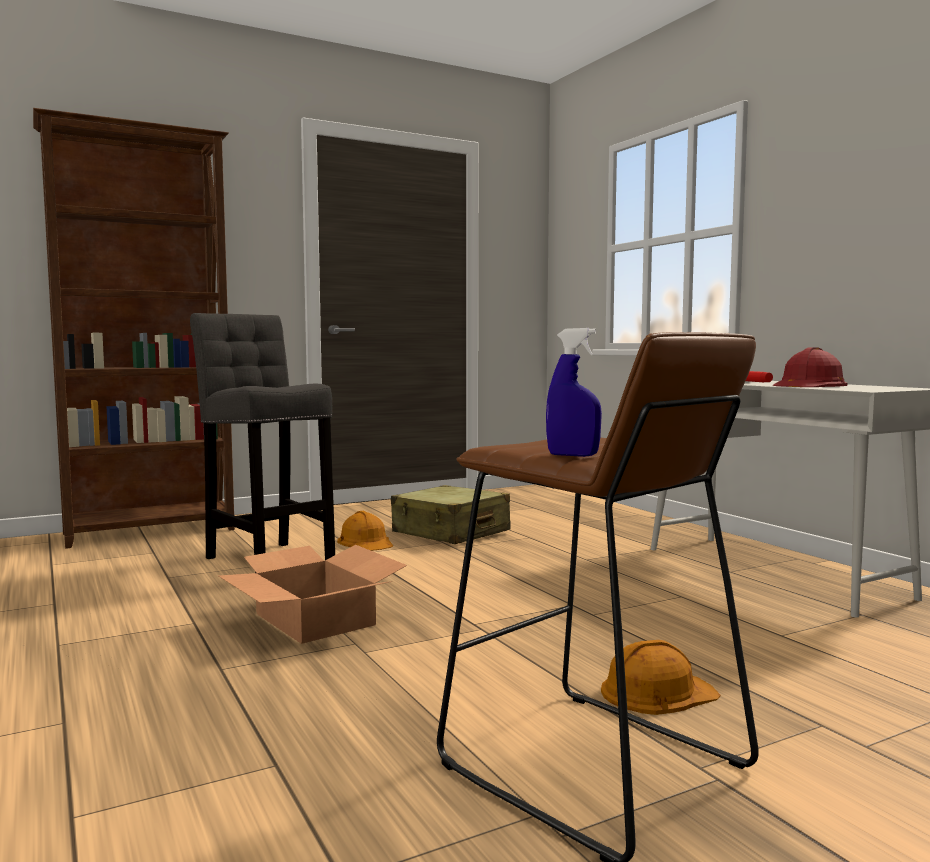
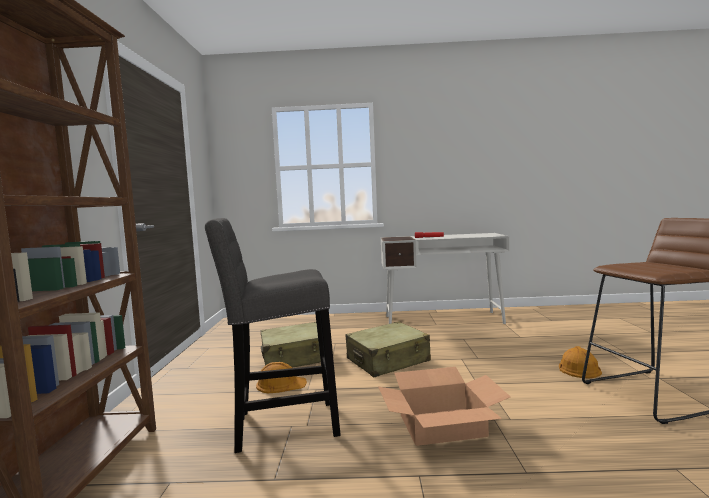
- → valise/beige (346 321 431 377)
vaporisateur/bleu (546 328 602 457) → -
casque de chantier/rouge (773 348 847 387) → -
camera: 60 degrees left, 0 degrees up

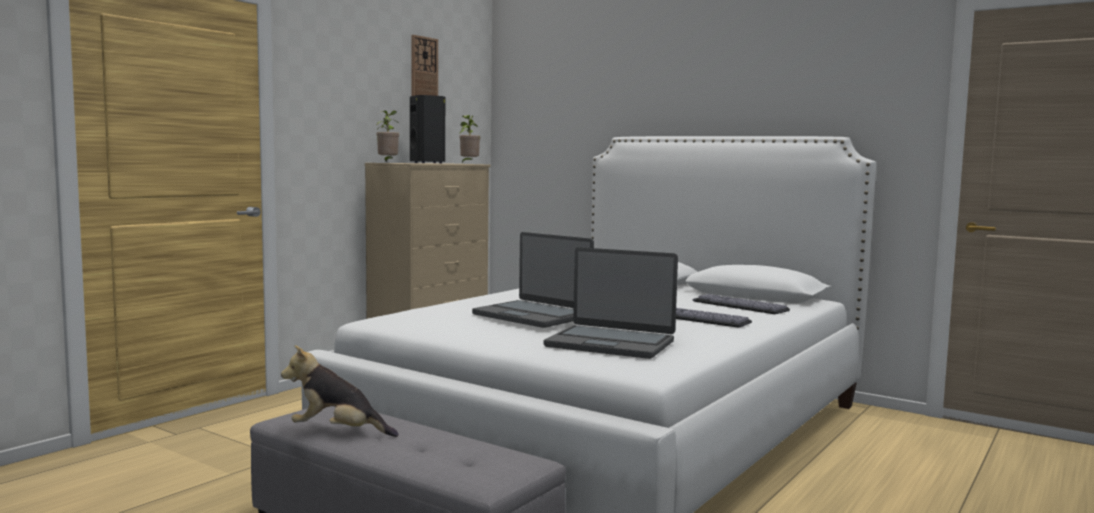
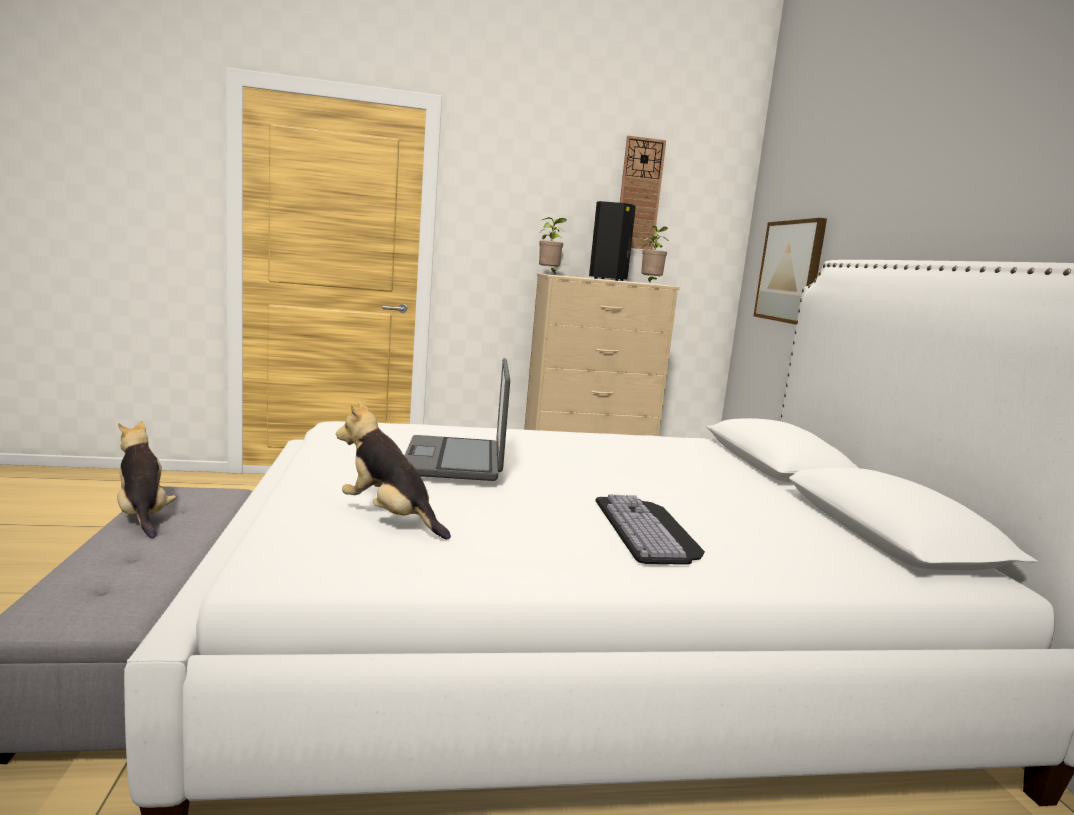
ordinateur portable (544 247 678 359) → peluche (336 401 451 539)
- → tableau (754 218 827 325)
clavier (693 294 790 314) → -
camera: 45 degrees right, 5 degrees up

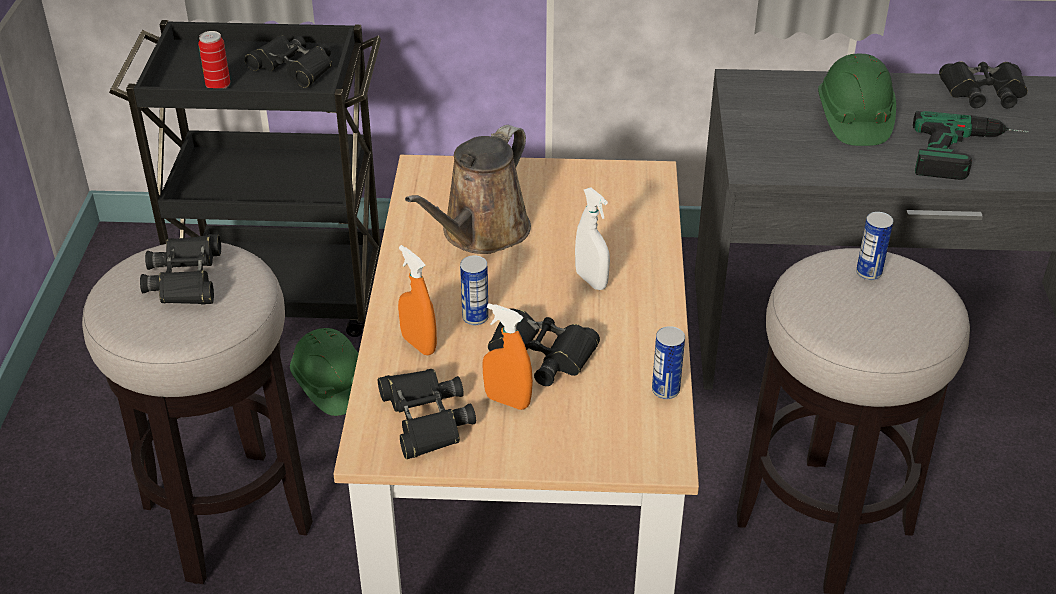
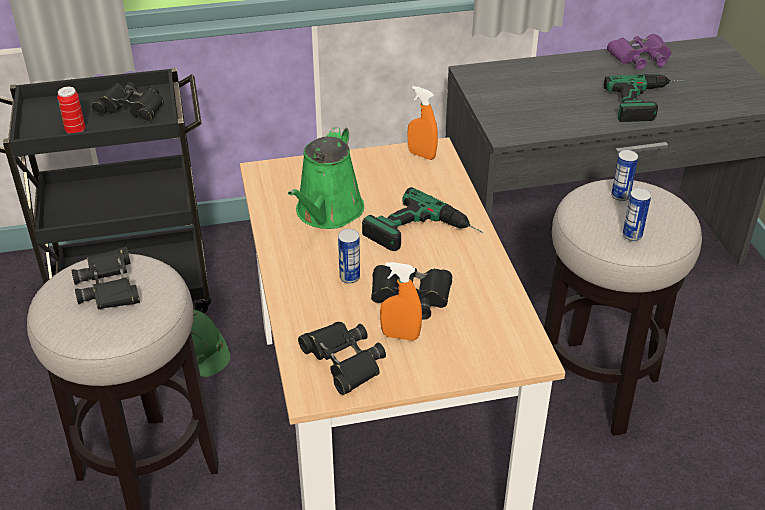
arrosoir/marron (405 125 531 254) → arrosoir/vert (288 126 364 229)
vaporisateur/blanc (575 188 610 290) → perceuse (362 187 483 251)
vaporisateur/orange (398 245 437 355) → vaporisateur/orange (408 86 438 160), move
jumelles/noir (939 61 1028 108) → jumelles/violet (607 34 672 70)
boîte métallique (652 326 685 399) → boîte métallique (623 188 651 241), move
casque de chantier/vert (818 53 896 146) → -
camera: 15 degrees left, 0 degrees up

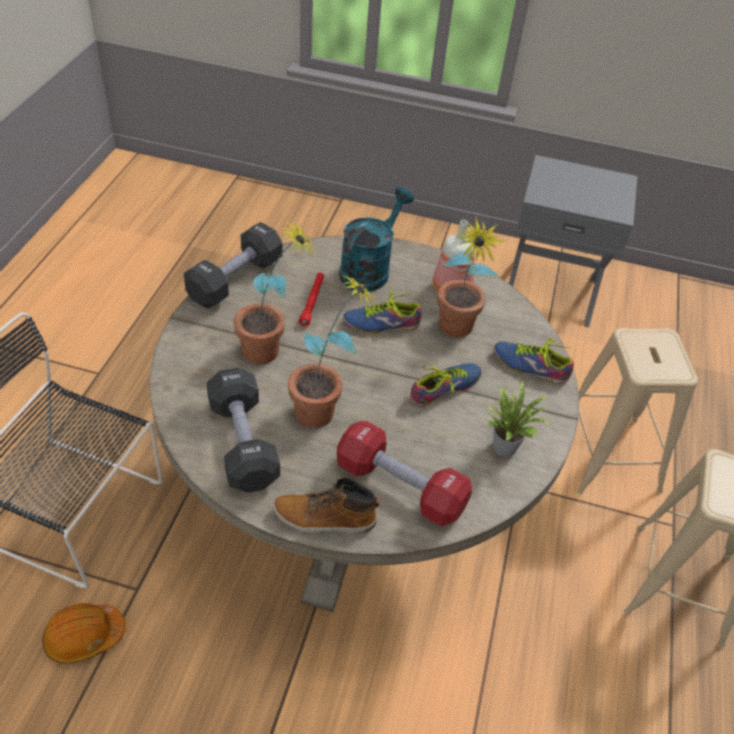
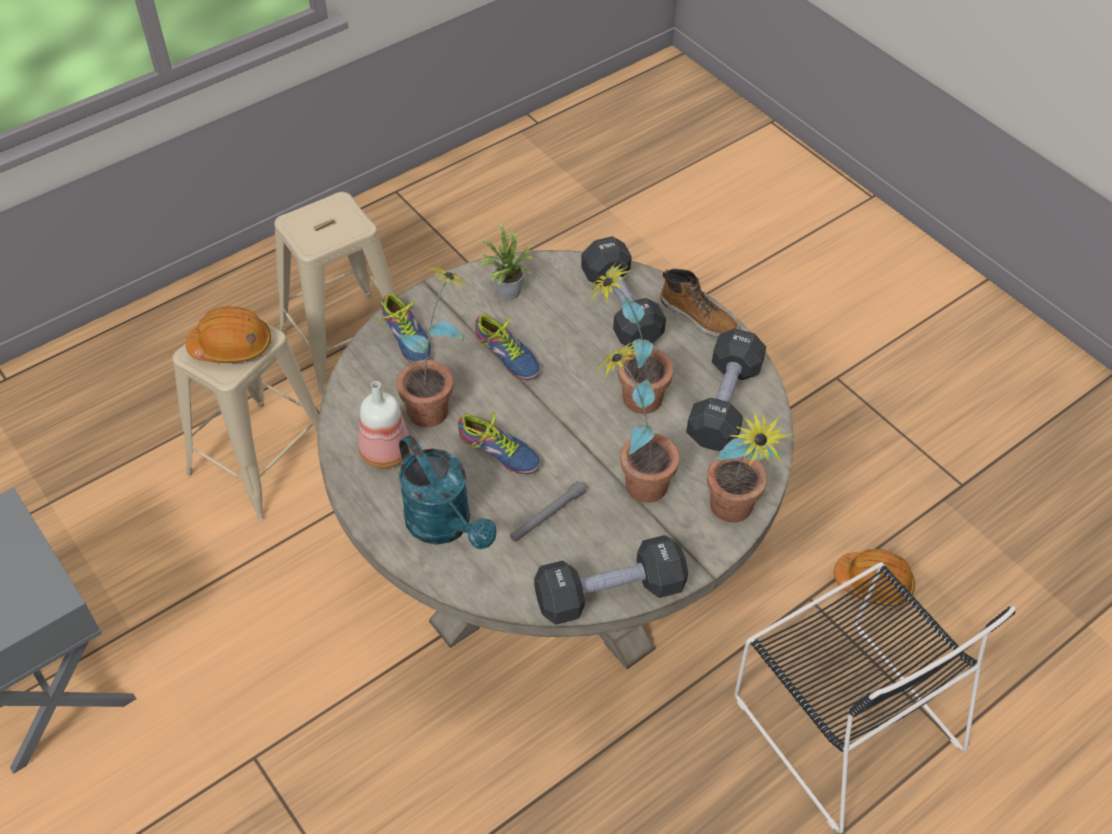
- → casque de chantier/orange (186 306 271 363)
arrosoir/turquoise (339 187 414 292) → arrosoir/turquoise (399 435 497 549), 105 degrees counterclockwise
chaussure (410 363 482 407) → chaussure (474 314 540 380), 135 degrees counterclockwise
lampe de poche/rouge (299 273 324 326) → lampe de poche/gris (510 481 586 542)
haltère/rouge (337 421 472 526) → haltère/noir (581 236 666 349)
- → plante en pot (707 408 793 523)
camera: 140 degrees left, 5 degrees up

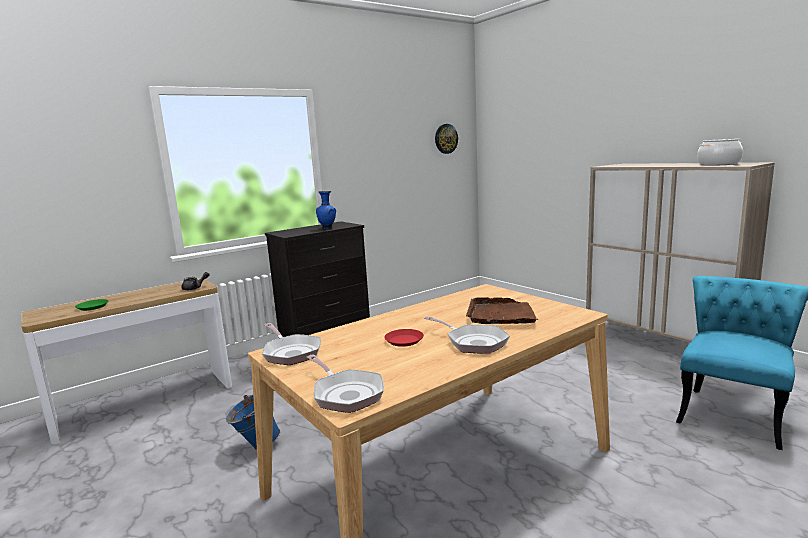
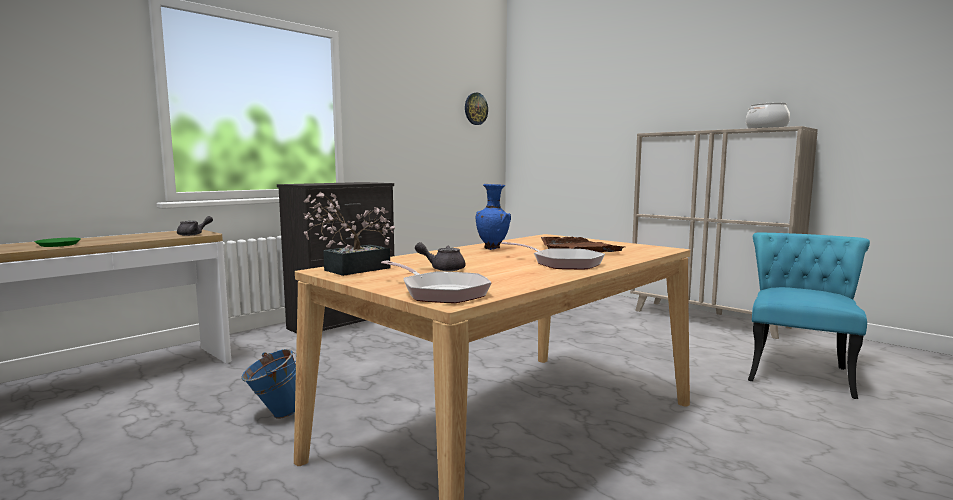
poêle (262 323 321 365) → plante en pot (303 192 395 276)
- → théière/gris (415 242 465 271)
vase/bleu (316 191 336 229) → vase/bleu (476 184 511 250), move
assiette/rouge (384 329 424 347) → -
camera: 10 degrees left, 5 degrees down

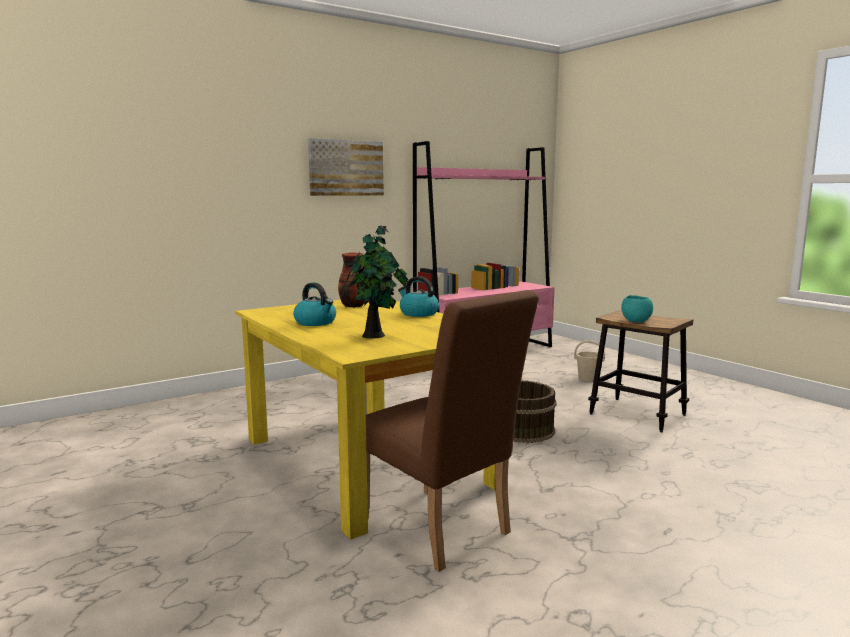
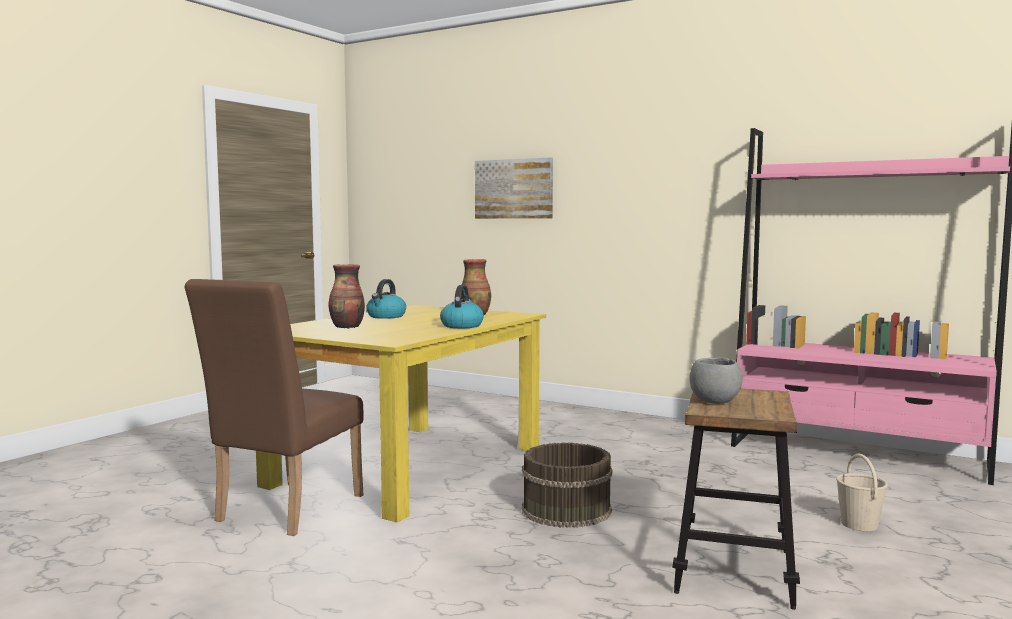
plante en pot (347 225 408 338) → vase (328 264 365 329)
tableau (308 138 384 196) → tableau (475 157 553 219), move
bol/turquoise (621 295 653 322) → bol/gris (689 358 743 404)
camera: 65 degrees right, 5 degrees down

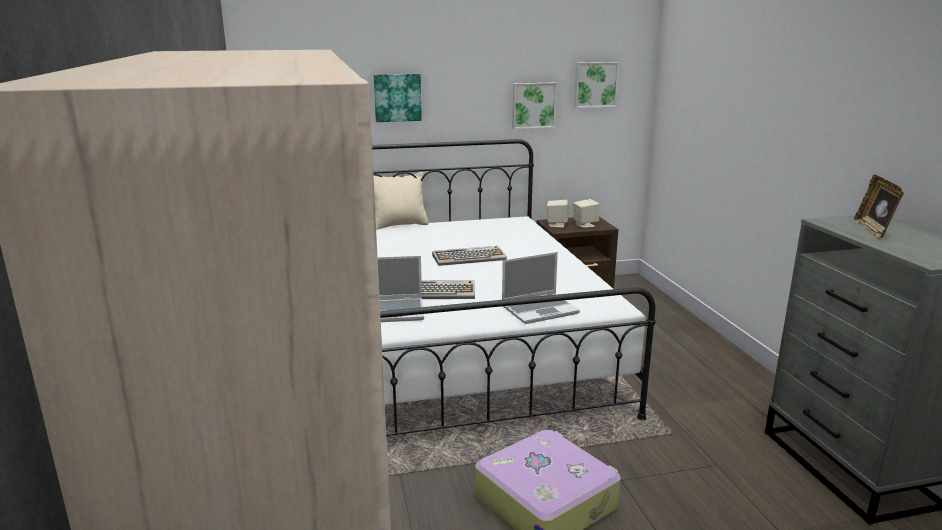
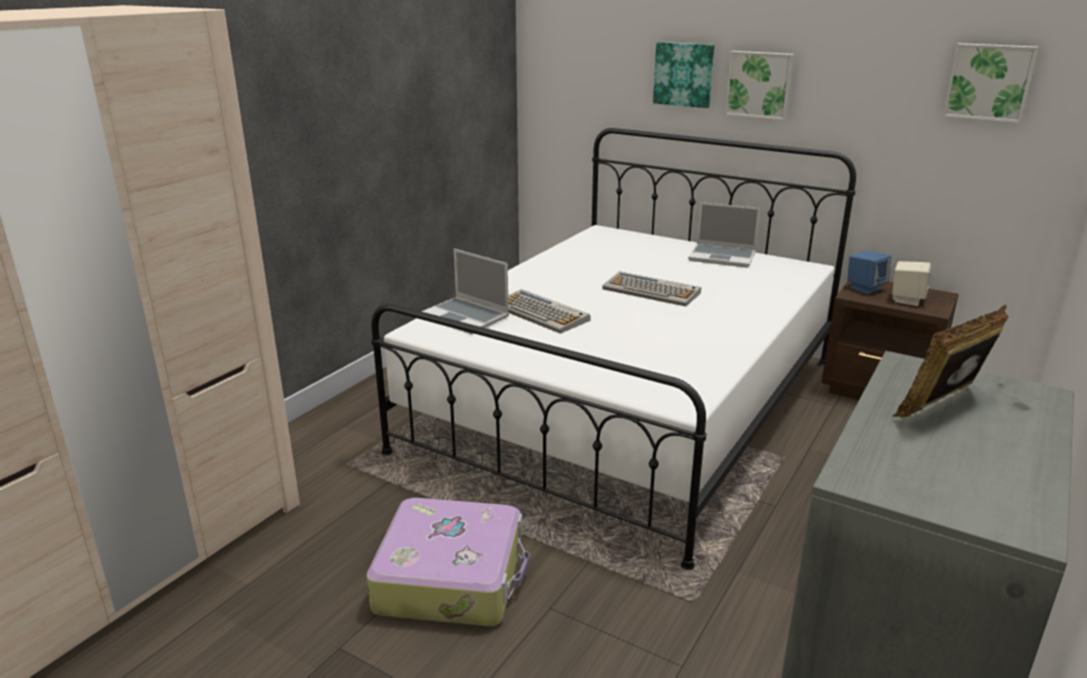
ordinateur portable (502 252 580 324) → ordinateur portable (688 202 760 267), move
tableau (512 83 557 129) → tableau (725 51 794 120), move
enceinte/beige (547 200 569 228) → enceinte/bleu (847 251 892 294)
coussin/beige (374 172 429 229) → -
camera: 45 degrees right, 5 degrees up

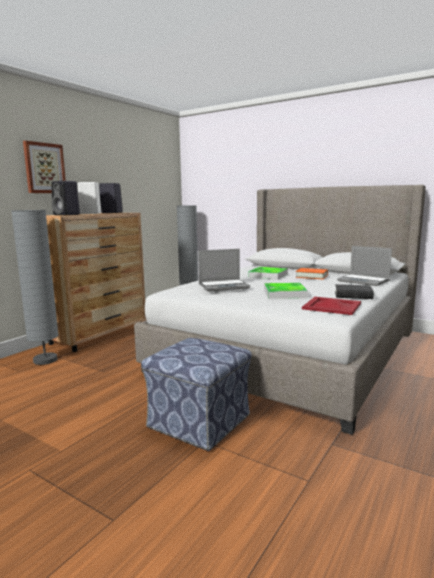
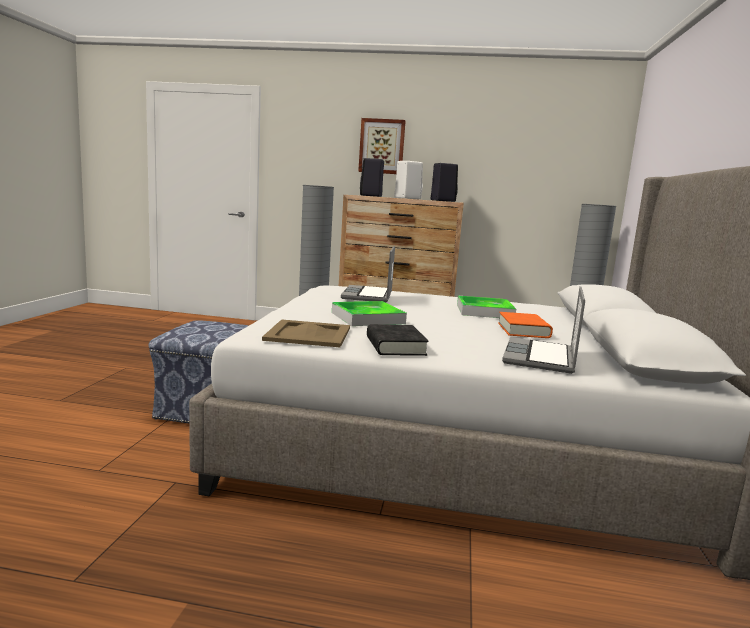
plateau/rouge (302 297 361 315) → plateau/beige (262 319 350 347)
ordinateur portable (198 249 250 291) → ordinateur portable (341 246 395 303), 45 degrees clockwise
camera: 65 degrees right, 0 degrees up

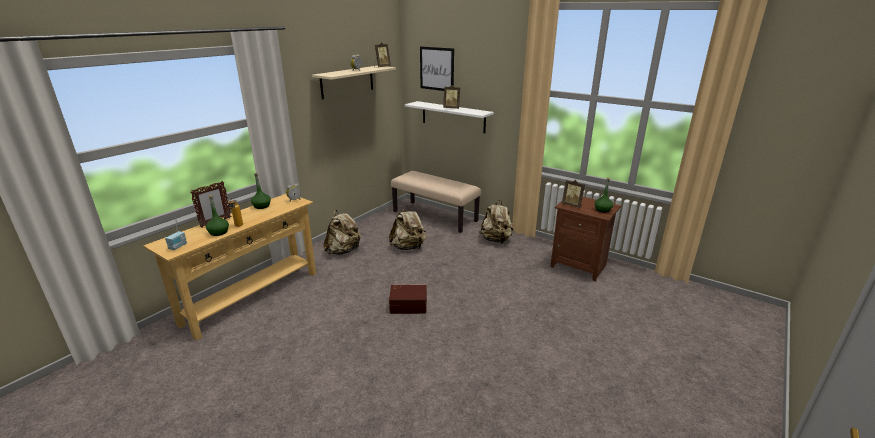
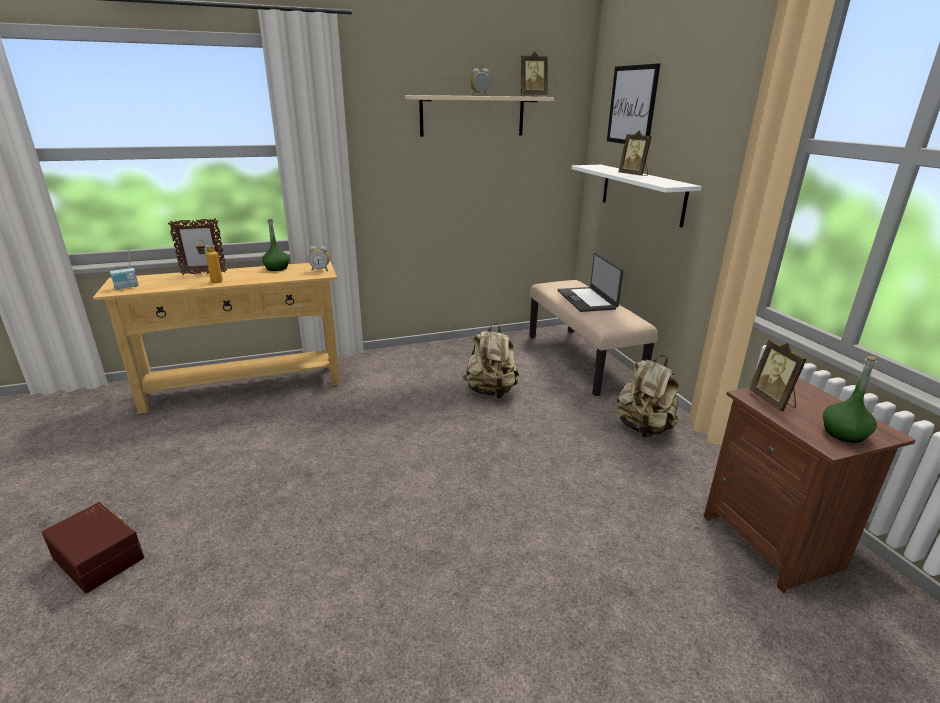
boîte de rangement/marron (389 285 427 314) → boîte de rangement/marron (42 502 144 593), move
- → ordinateur portable (558 253 623 312)
bouteille/vert (206 195 229 236) → -
sac à dos/beige (323 210 361 255) → -
camera: 35 degrees right, 0 degrees up

